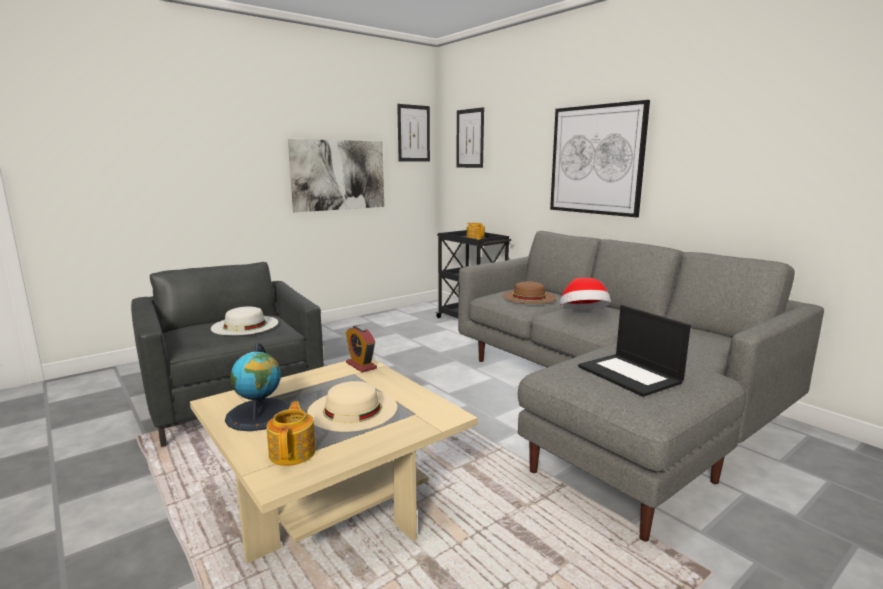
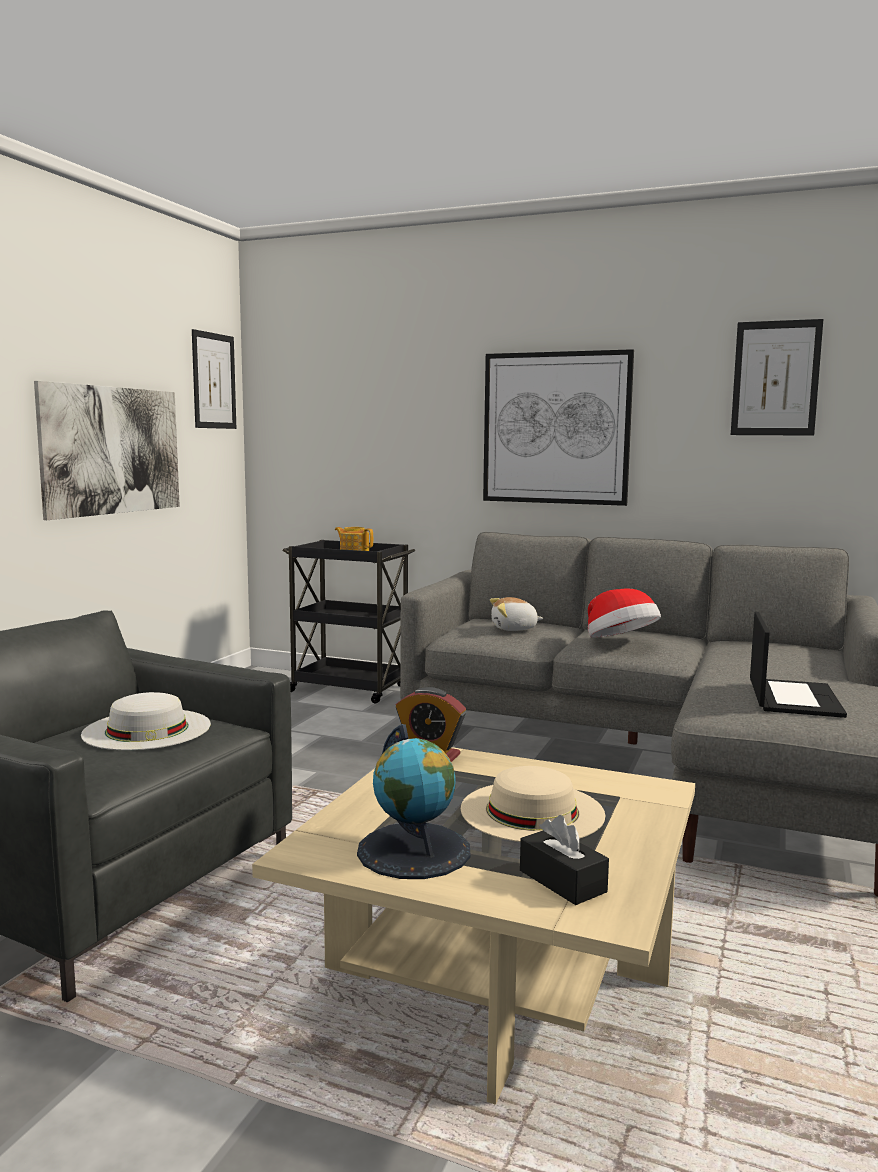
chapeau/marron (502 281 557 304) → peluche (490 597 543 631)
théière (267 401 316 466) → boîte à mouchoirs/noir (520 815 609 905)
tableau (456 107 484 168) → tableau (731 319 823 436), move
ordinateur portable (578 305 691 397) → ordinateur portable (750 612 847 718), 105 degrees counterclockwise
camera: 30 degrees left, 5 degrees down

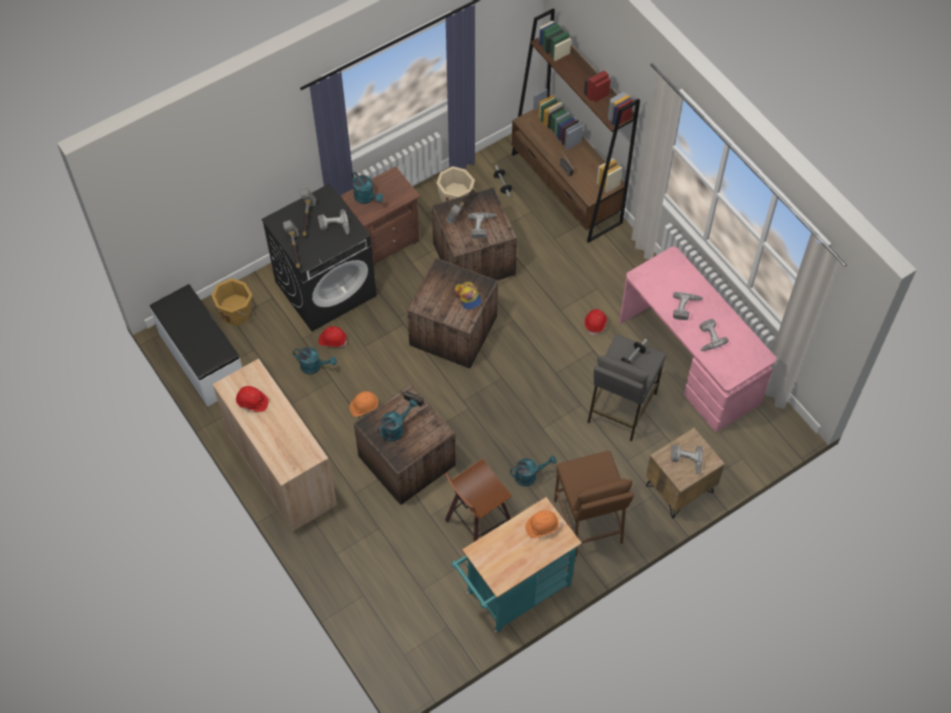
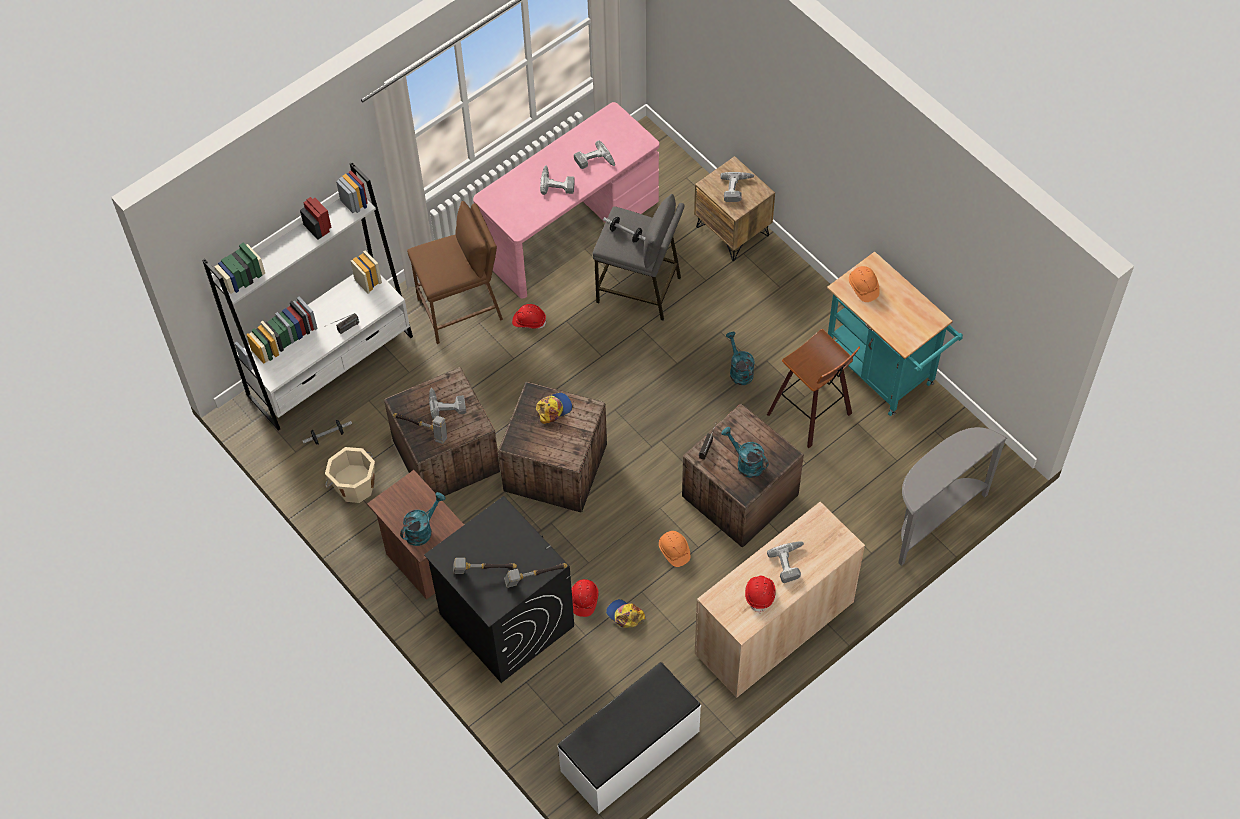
bibliothèque/marron (512 8 640 243) → bibliothèque/blanc (202 162 413 431)
tabouret/marron (554 451 634 556) → tabouret/marron (407 201 503 344), move
arrosoir/turquoise (293 347 337 374) → casquette (606 599 645 628)
perceuse (318 209 349 234) → perceuse (767 541 804 583), move
- → table console/gris (898 427 1007 566)
seau/orange (211 278 253 326) → -
camera: 95 degrees left, 0 degrees up

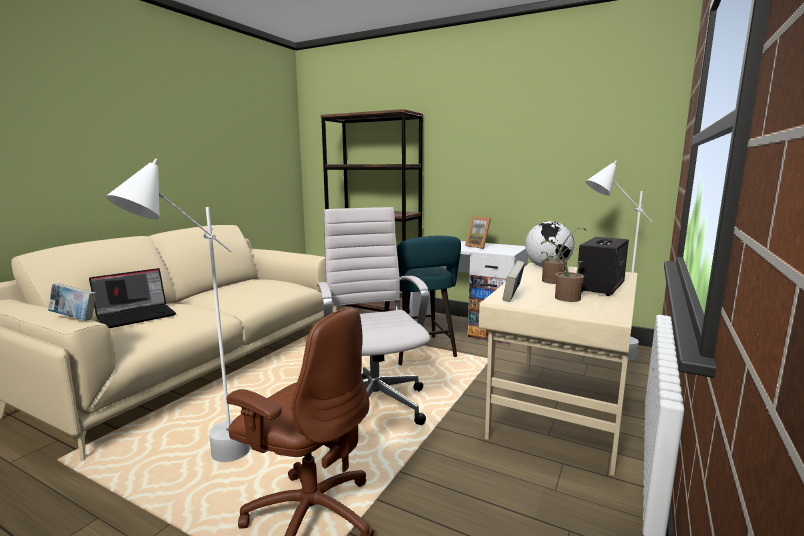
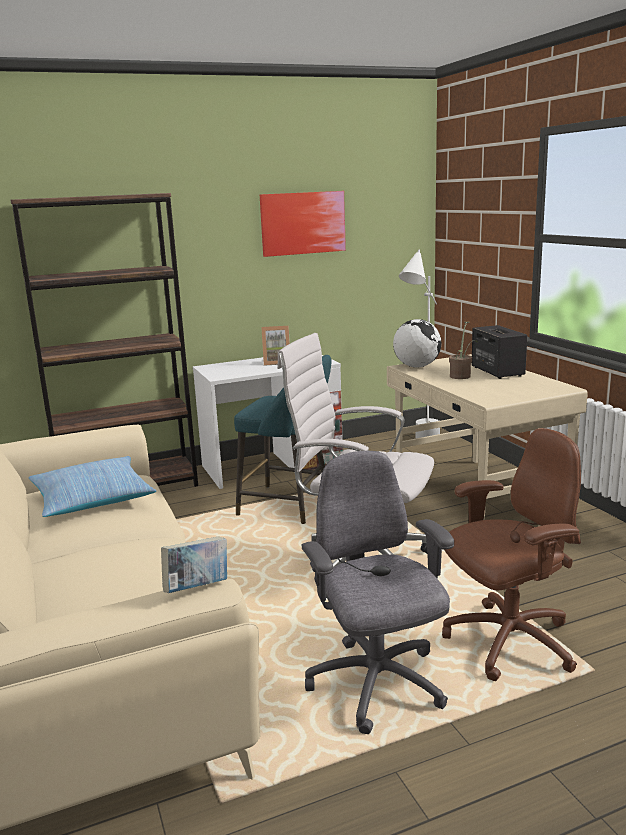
- → coussin (28 456 156 517)
- → tableau (260 191 346 257)
lampadaire/blanc (106 158 251 462) → chaise de bureau/gris (302 451 454 734)
ordinateur portable (89 268 176 328) → -
livre (503 260 525 302) → -
plante en pot (541 241 584 302) → -
camera: 50 degrees left, 5 degrees up

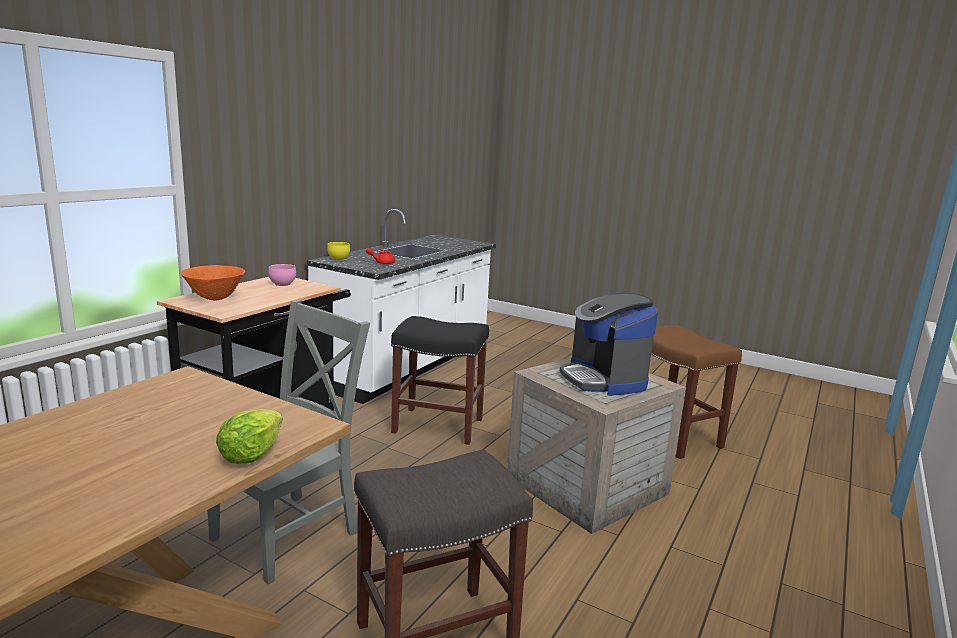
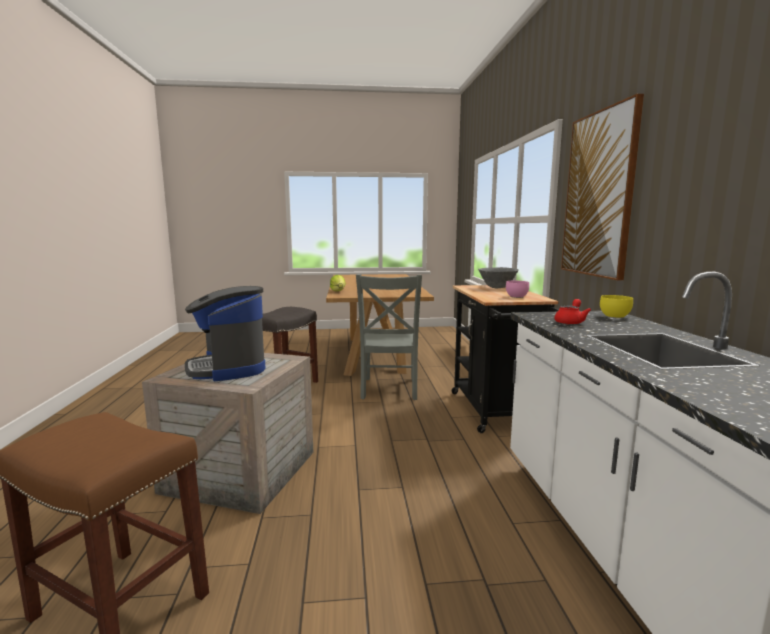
machine à café (560 293 658 396) → machine à café (185 286 266 381), 150 degrees counterclockwise
bol/orange (180 265 246 300) → bol/gris (478 267 519 288)
- → tableau (561 94 644 280)
tabouret/noir (391 316 489 445) → -
camera: 145 degrees right, 5 degrees down

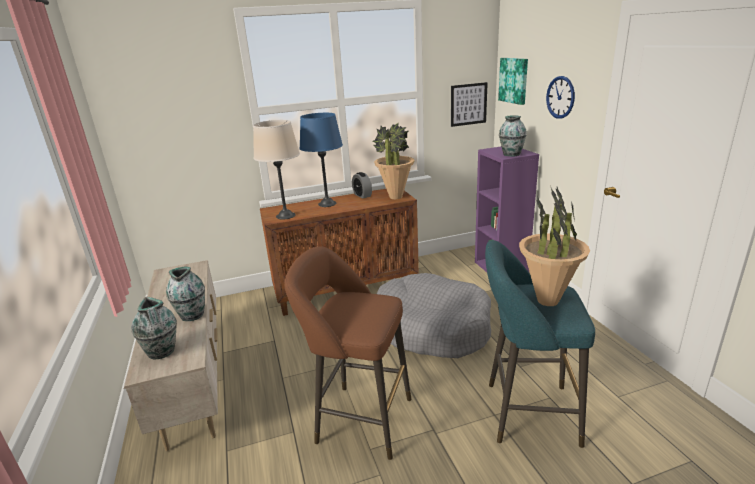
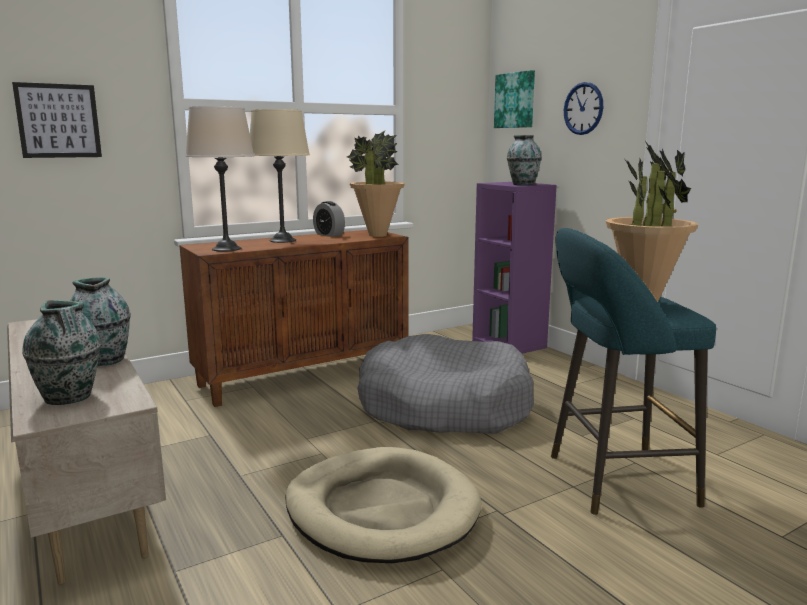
tableau (451 82 488 127) → tableau (12 82 102 158), move
lampe de table/bleu (299 113 343 207) → lampe de table/beige (250 109 310 243)
tabouret/marron (284 246 411 460) → panier pour chien/beige (285 447 482 563)
camera: 15 degrees left, 10 degrees down

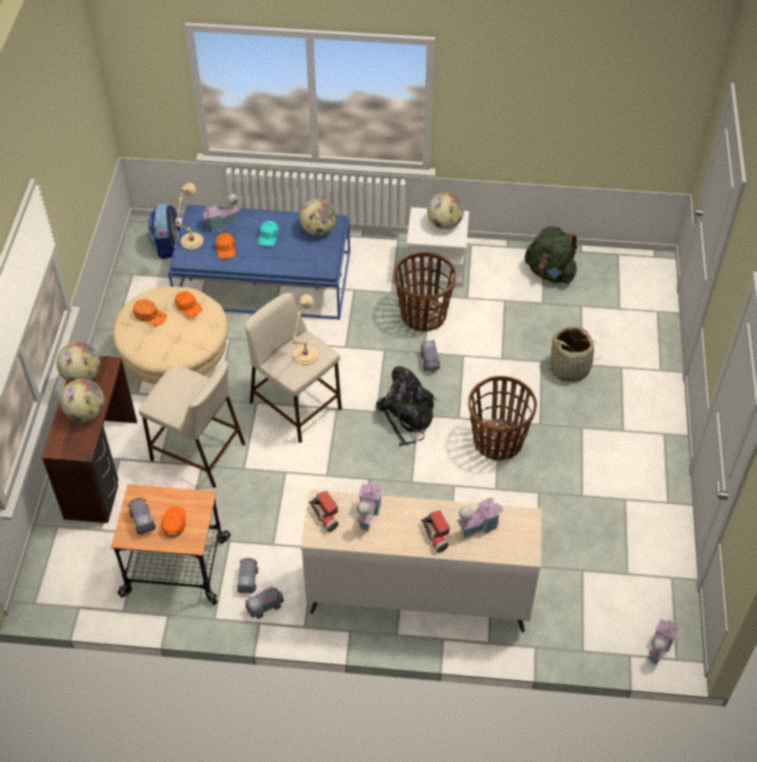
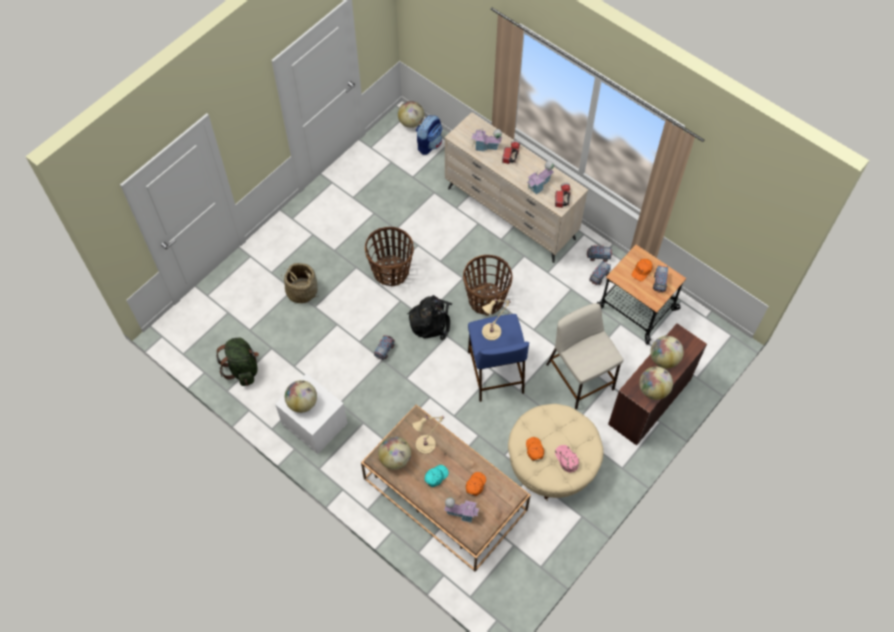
table basse/bleu (168 205 350 320) → table basse/marron (361 405 531 572)
maison miniature (648 619 679 665) → globe (398 101 424 128)
lampe de table/beige (175 183 203 250) → lampe de table/beige (412 415 444 454), move
sac à dos (148 202 180 259) → sac à dos (416 115 442 155), move
panier (394 252 456 332) → panier (463 255 513 316), move
tabouret/beige (245 293 342 443) → tabouret/bleu (468 314 529 402)
casquette/orange (133 299 167 326) → casquette/rose (555 445 579 472)
camera: 145 degrees left, 10 degrees up

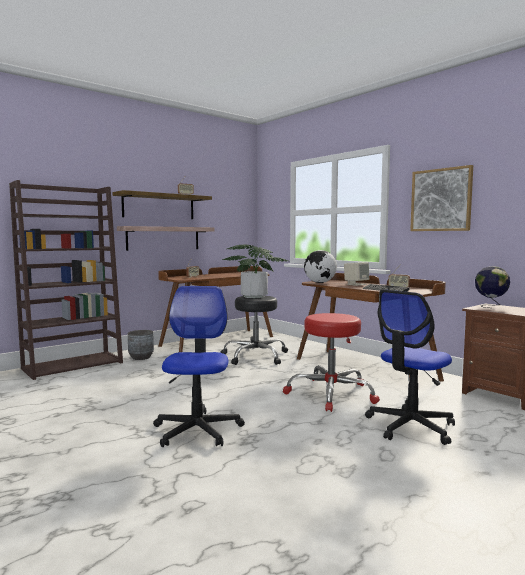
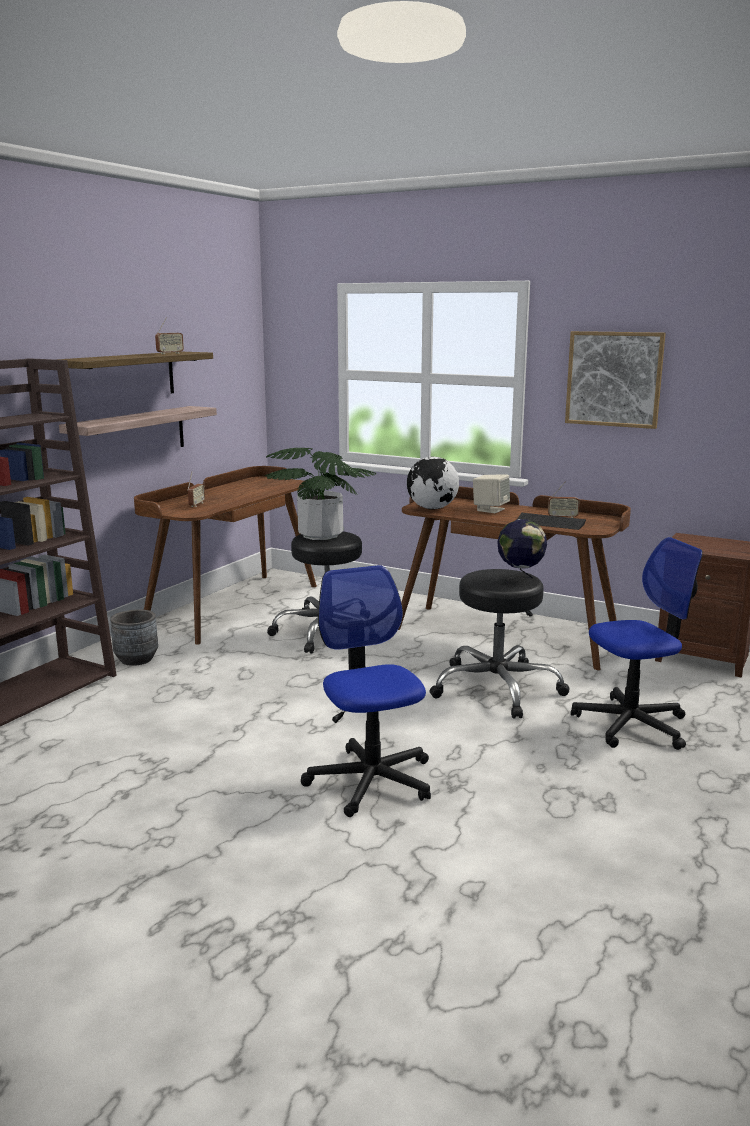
tabouret/rouge (283 313 380 412) → tabouret/noir (430 569 569 718)
globe (475 266 510 308) → globe (497 519 547 587), move
chaise de bureau (365 290 455 445) → chaise de bureau (571 537 703 750), 135 degrees counterclockwise
camera: 20 degrees left, 10 degrees up

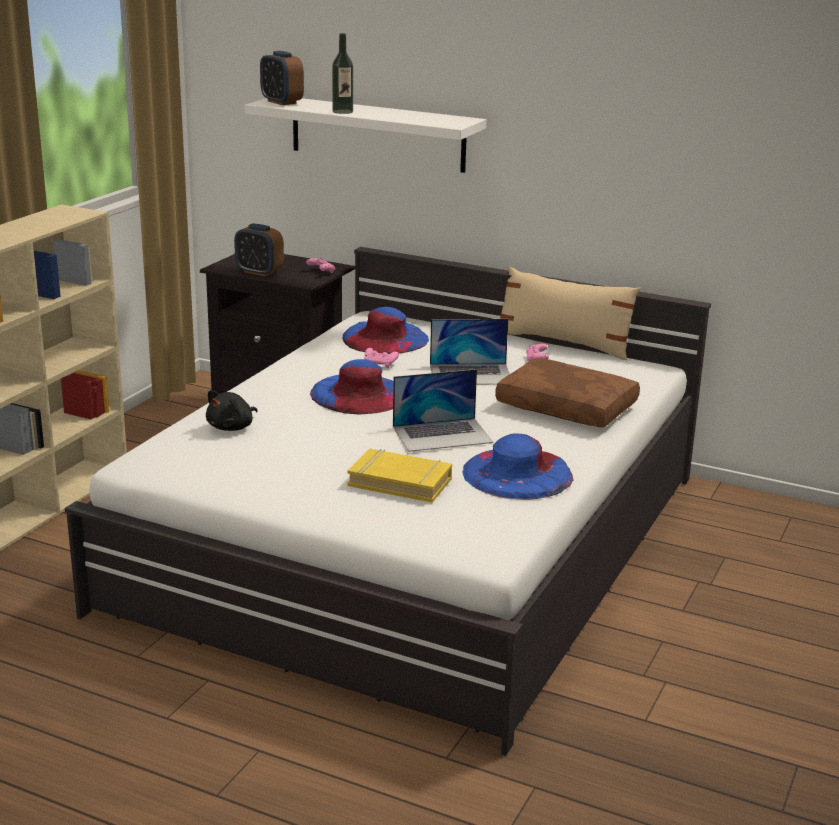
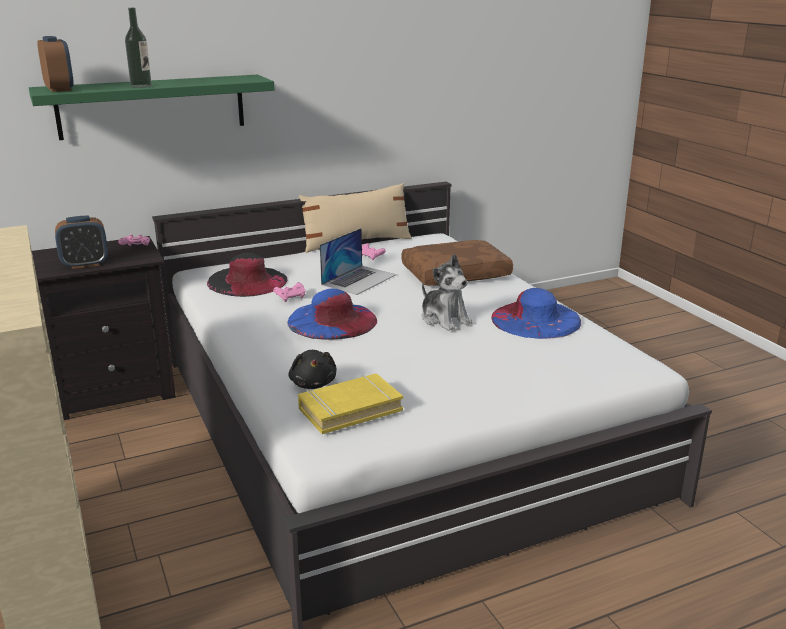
étagère/blanc (245 98 486 173) → étagère/vert (29 75 275 140)
réveil (260 51 304 105) → réveil (37 36 74 92), 120 degrees counterclockwise
chapeau/bleu (342 307 429 354) → chapeau/noir (207 253 287 297)
livre/jaune (347 449 452 503) → livre/jaune (298 373 403 434), move
ordinateur portable (393 369 493 452) → peluche (422 254 472 331)
camera: 50 degrees left, 0 degrees up

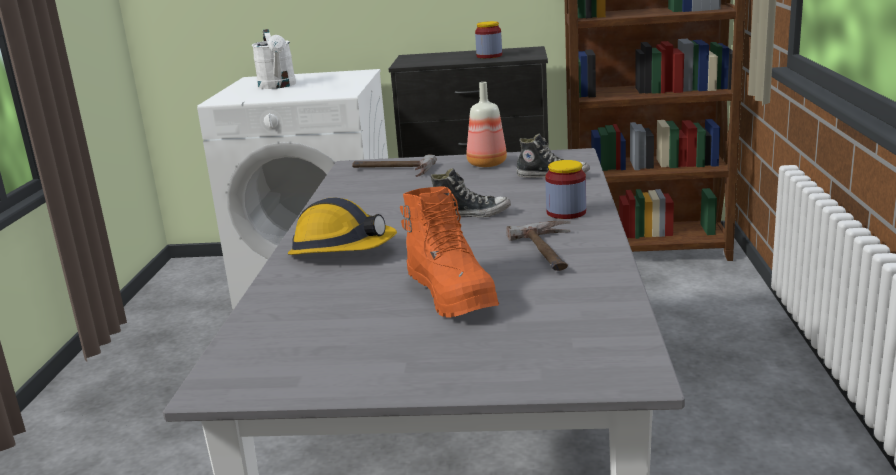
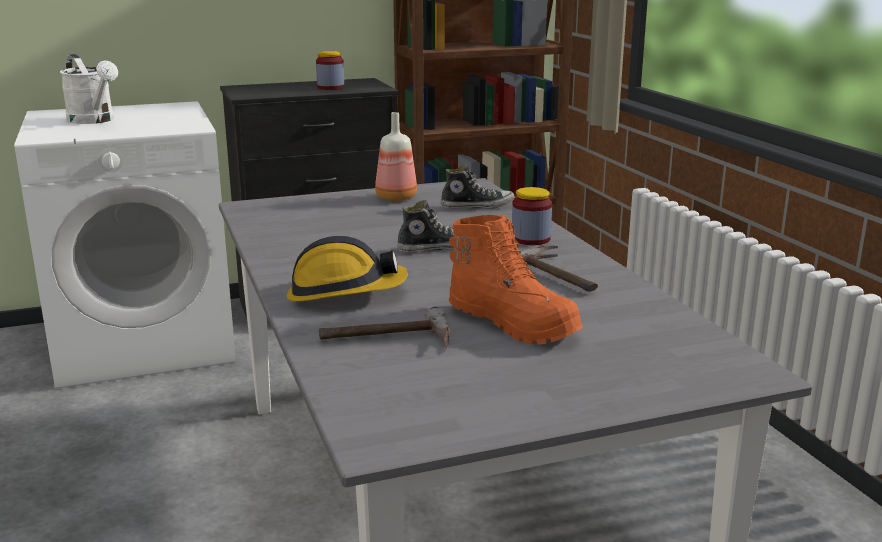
marteau (352 154 437 177) → marteau (319 307 450 351), move
camera: 25 degrees left, 0 degrees up

